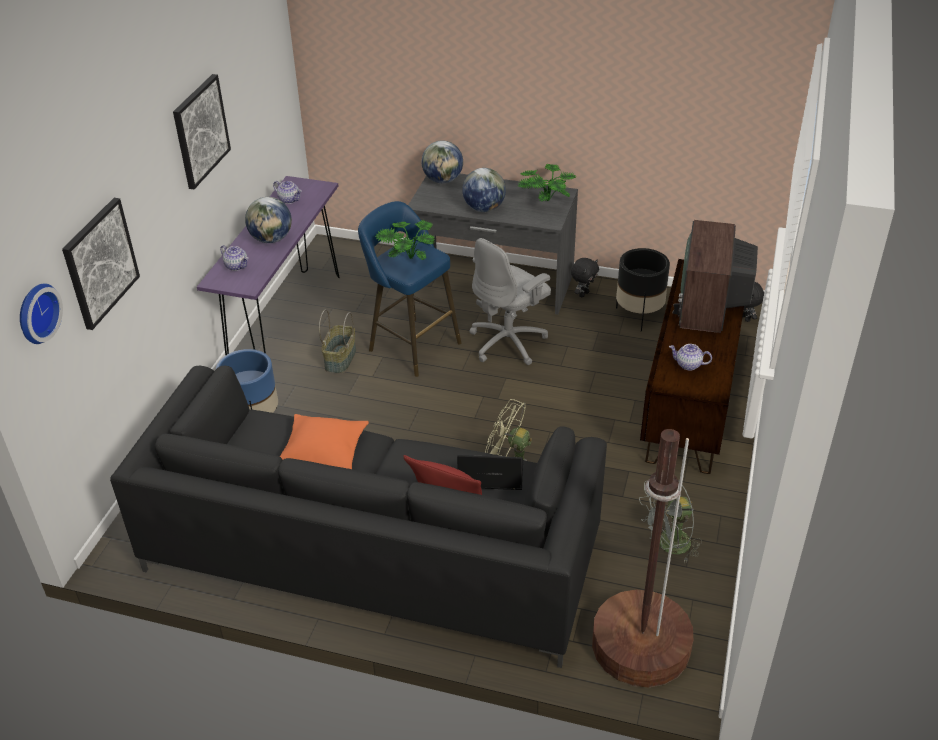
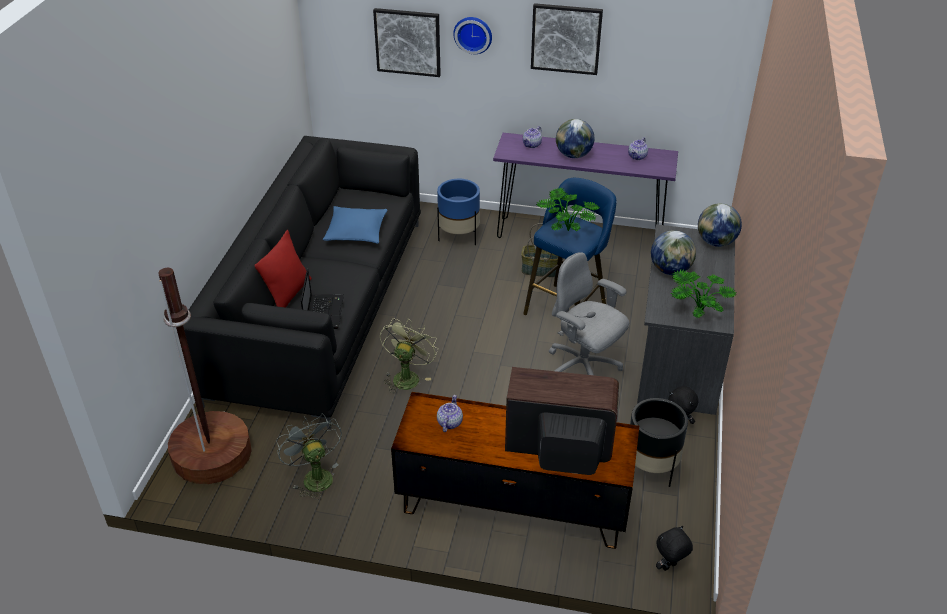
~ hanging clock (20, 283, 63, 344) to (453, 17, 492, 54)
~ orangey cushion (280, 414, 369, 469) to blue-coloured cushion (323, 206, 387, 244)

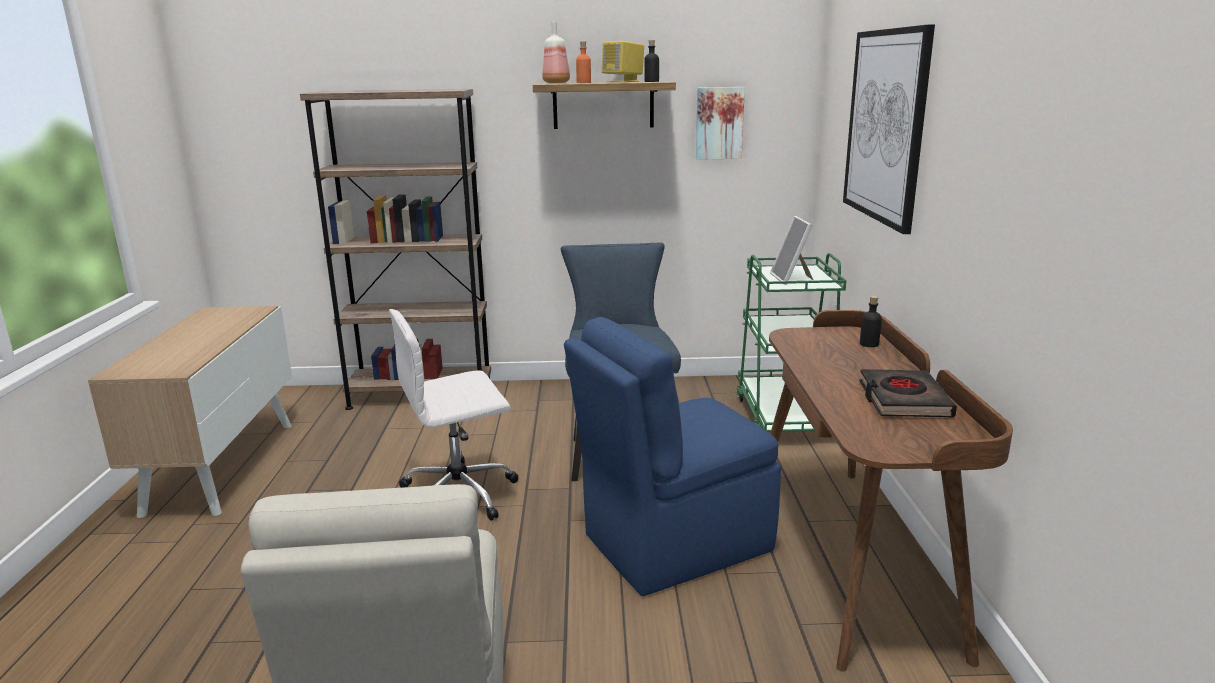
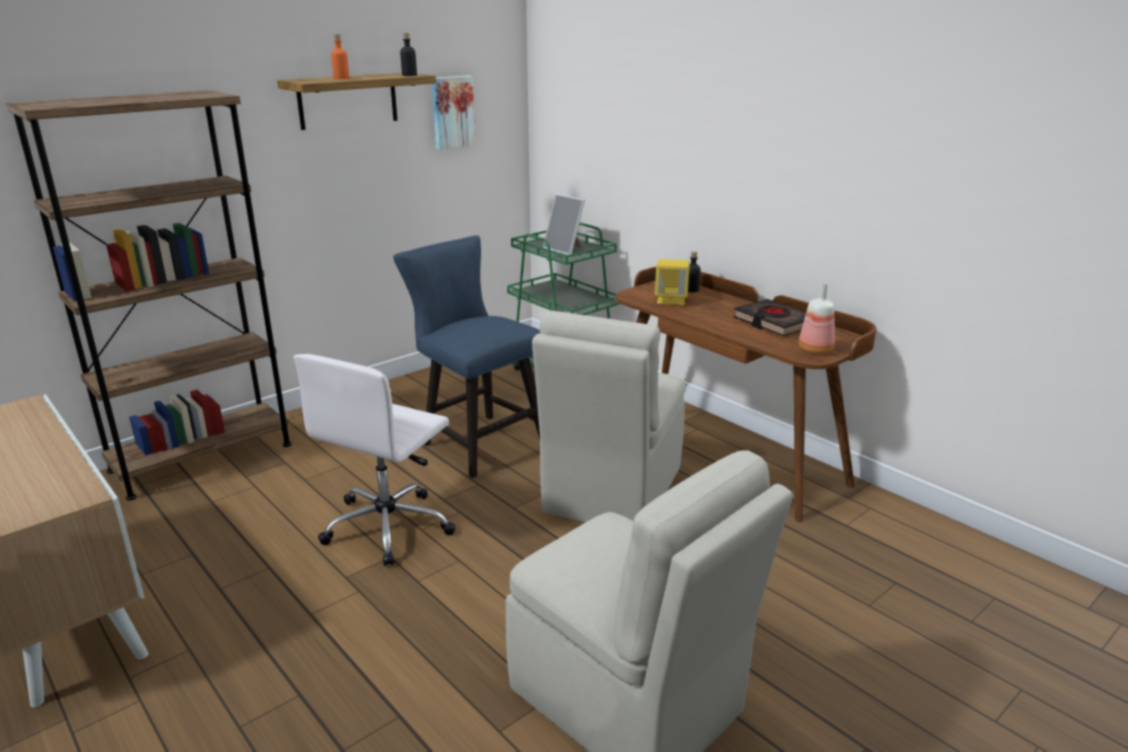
~ bottle (542, 22, 570, 83) to (799, 282, 835, 355)
~ blue-coloured upright chair (564, 317, 781, 596) to beige upright chair (532, 311, 685, 522)
~ yellowish audio speaker (602, 41, 644, 82) to (655, 259, 690, 305)
- wall art (843, 25, 935, 234)

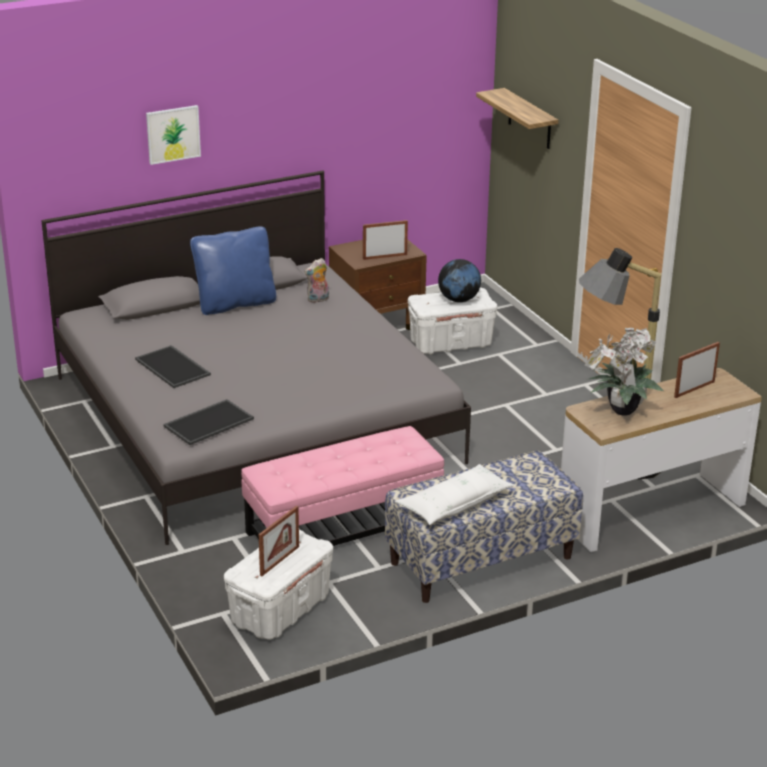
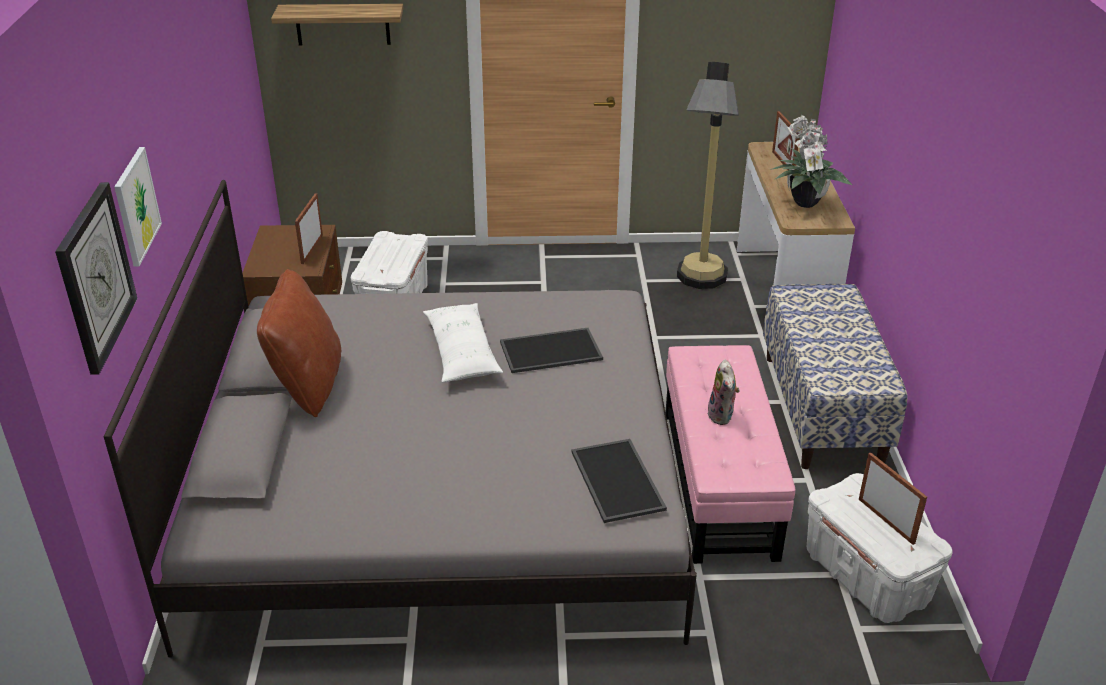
~ serving tray (135, 345, 211, 388) to (500, 328, 603, 373)
~ blue-coloured cushion (190, 226, 276, 315) to brown-coloured cushion (257, 269, 341, 417)
~ soft toy (304, 258, 329, 303) to (708, 360, 740, 425)
~ white-coloured cushion (395, 464, 514, 525) to (423, 303, 503, 382)
- globe (438, 259, 481, 302)
+ hanging clock (55, 182, 137, 375)

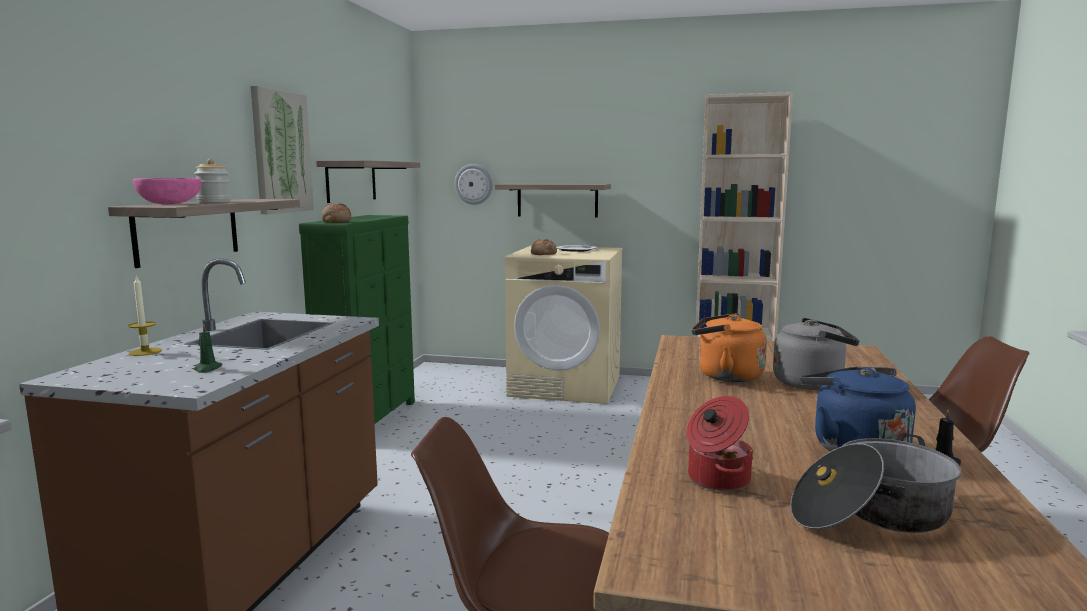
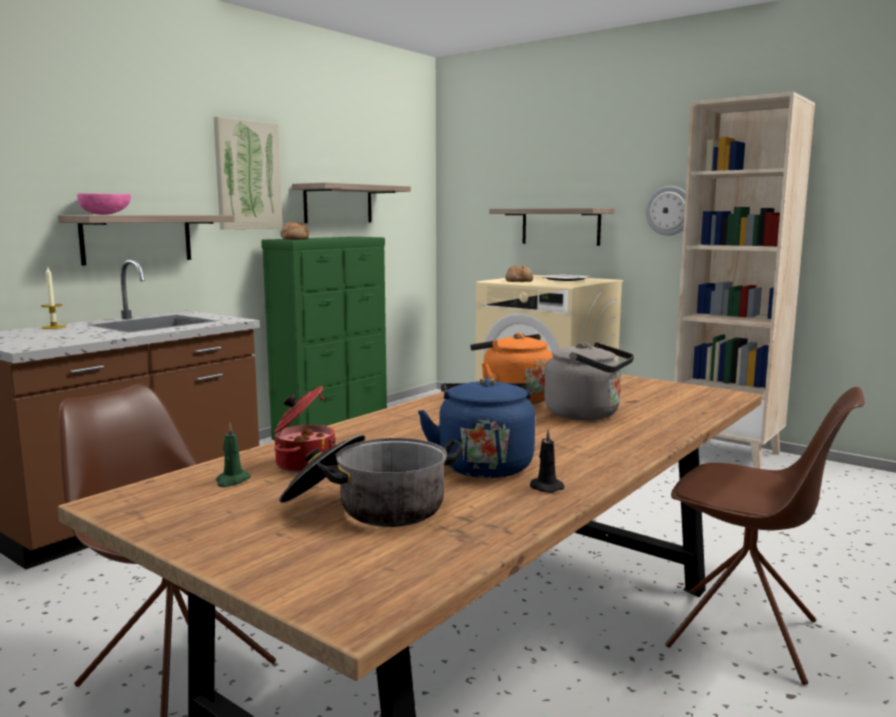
- storage jar (194, 159, 231, 202)
~ greenish candle (194, 323, 223, 373) to (216, 423, 251, 487)
~ hanging clock (455, 164, 493, 205) to (646, 186, 685, 236)

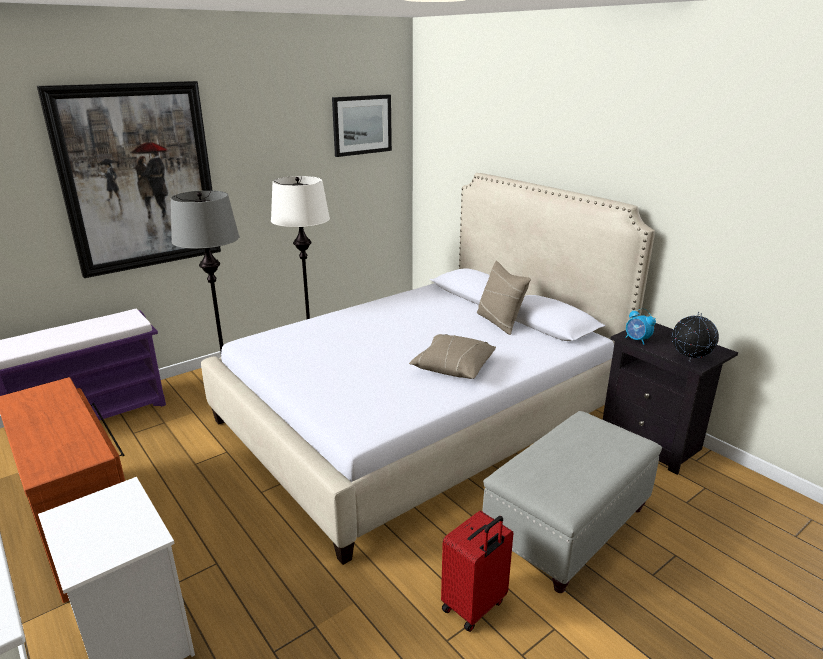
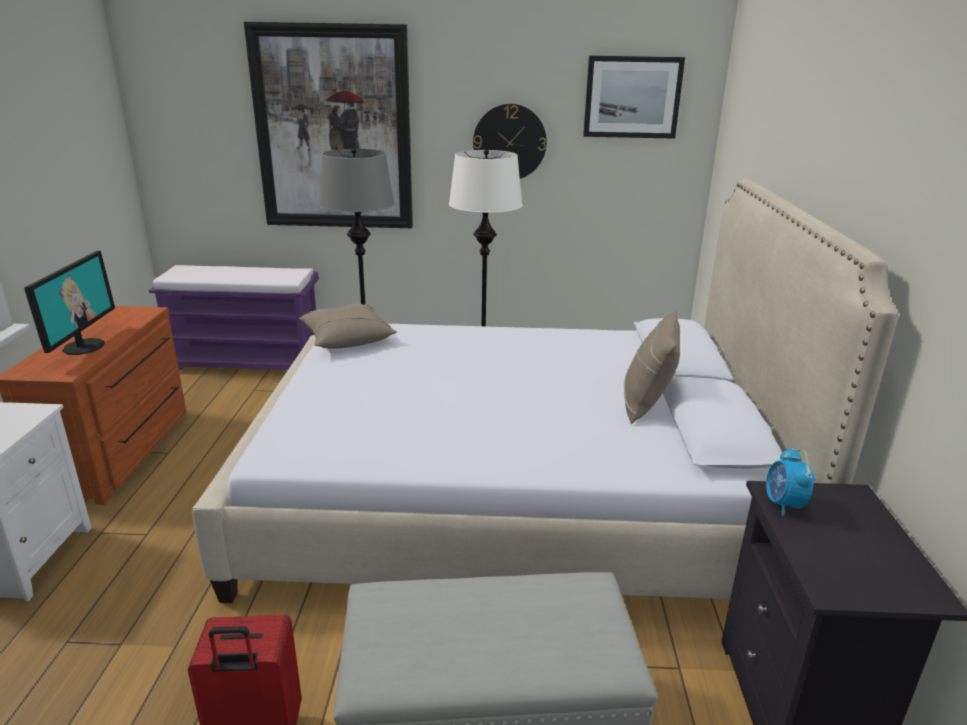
~ beige cushion (409, 334, 496, 379) to (299, 304, 397, 349)
- globe (672, 312, 719, 362)
+ computer display (24, 251, 115, 355)
+ hanging clock (473, 104, 547, 179)

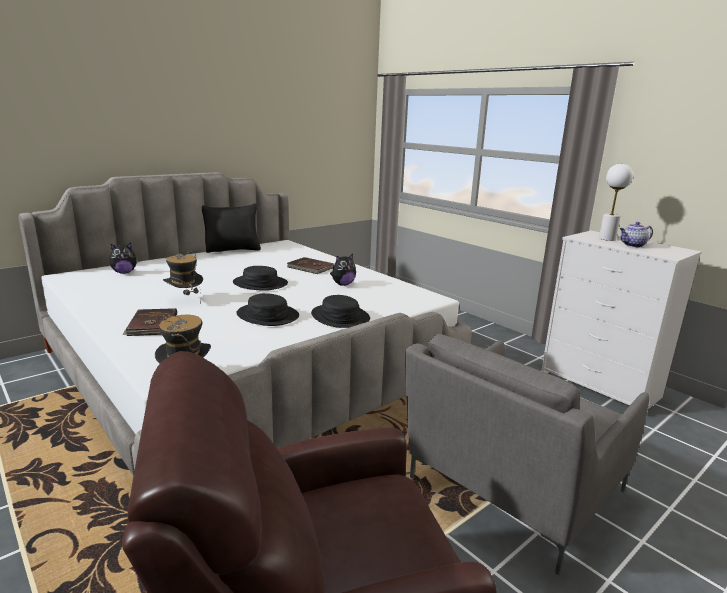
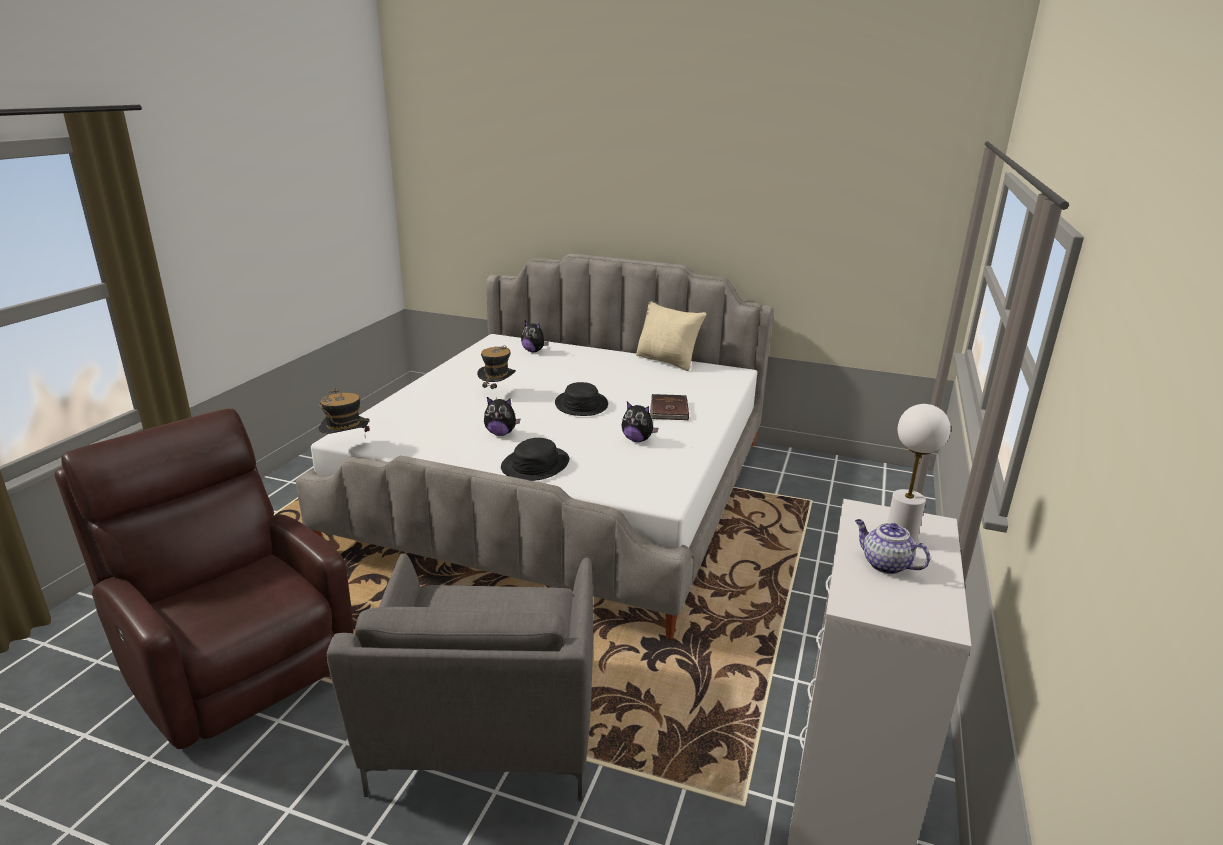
- brown-coloured bound book (122, 308, 177, 336)
~ blackish cushion (202, 203, 261, 253) to beige cushion (636, 301, 706, 371)
~ blackish wearable hat (236, 293, 299, 326) to soft toy (484, 397, 521, 436)
~ greyish armchair (405, 334, 649, 575) = (327, 554, 593, 801) 105 degrees counterclockwise

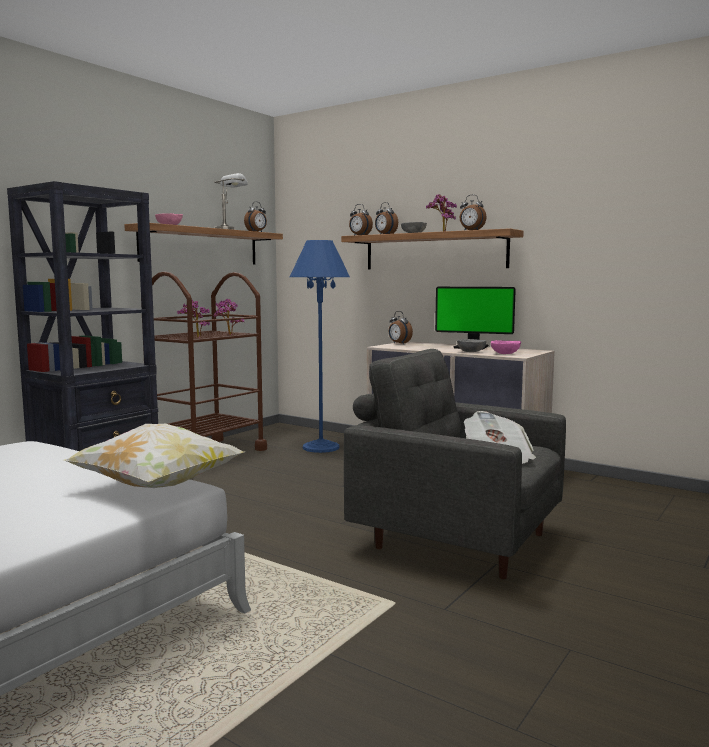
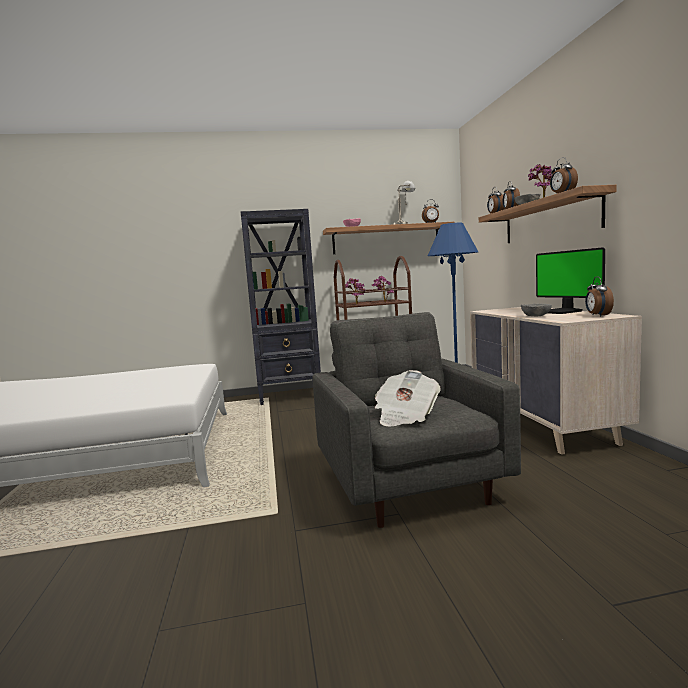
- cushion (63, 424, 244, 488)
~ table clock (389, 311, 413, 344) to (585, 277, 614, 316)
- pinkish bowl (491, 340, 521, 354)

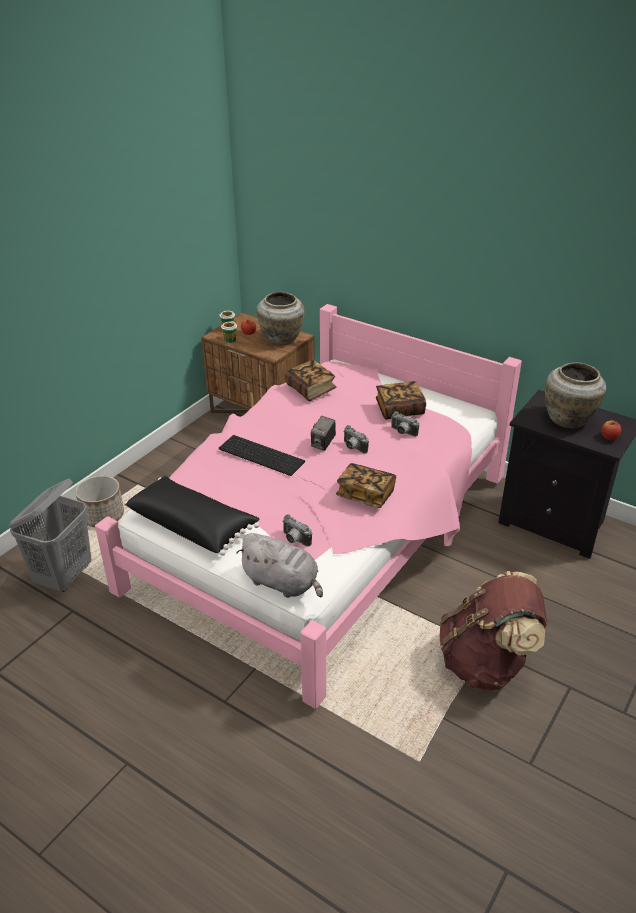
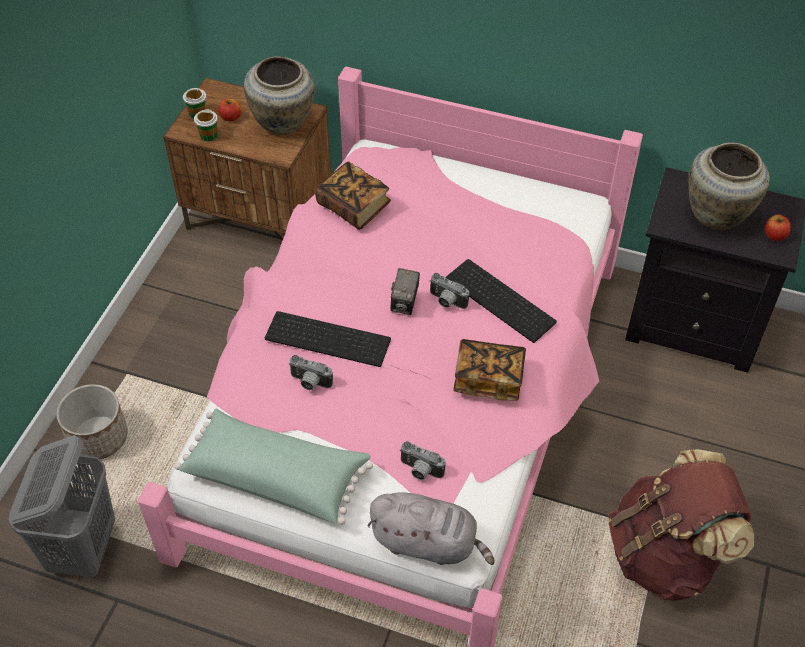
~ blackish cushion (124, 476, 260, 556) to greenish cushion (175, 409, 373, 525)
- bound book (376, 381, 426, 419)
~ photo camera (391, 411, 419, 437) to (289, 355, 333, 390)
+ keyboard (445, 259, 557, 343)

